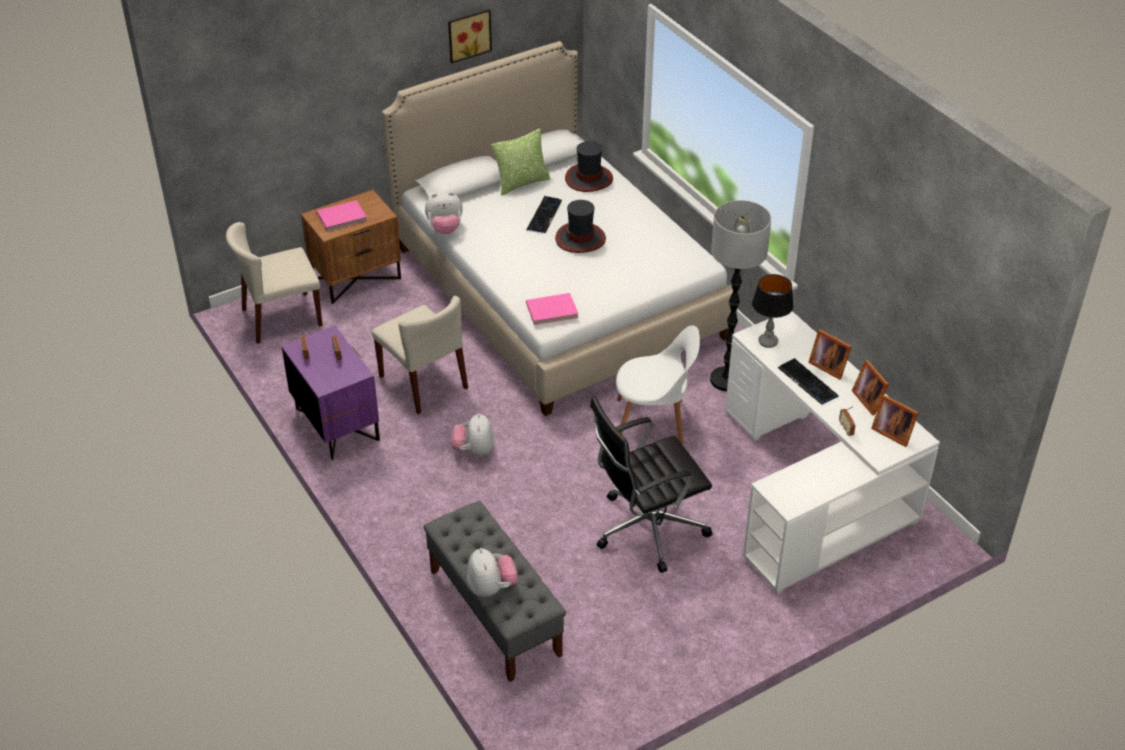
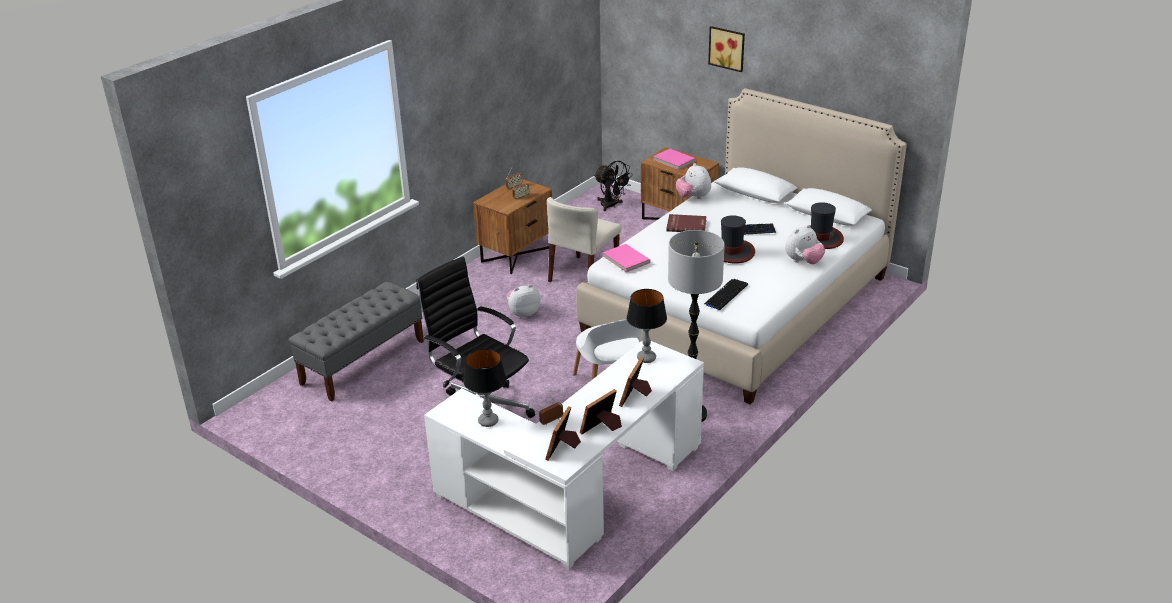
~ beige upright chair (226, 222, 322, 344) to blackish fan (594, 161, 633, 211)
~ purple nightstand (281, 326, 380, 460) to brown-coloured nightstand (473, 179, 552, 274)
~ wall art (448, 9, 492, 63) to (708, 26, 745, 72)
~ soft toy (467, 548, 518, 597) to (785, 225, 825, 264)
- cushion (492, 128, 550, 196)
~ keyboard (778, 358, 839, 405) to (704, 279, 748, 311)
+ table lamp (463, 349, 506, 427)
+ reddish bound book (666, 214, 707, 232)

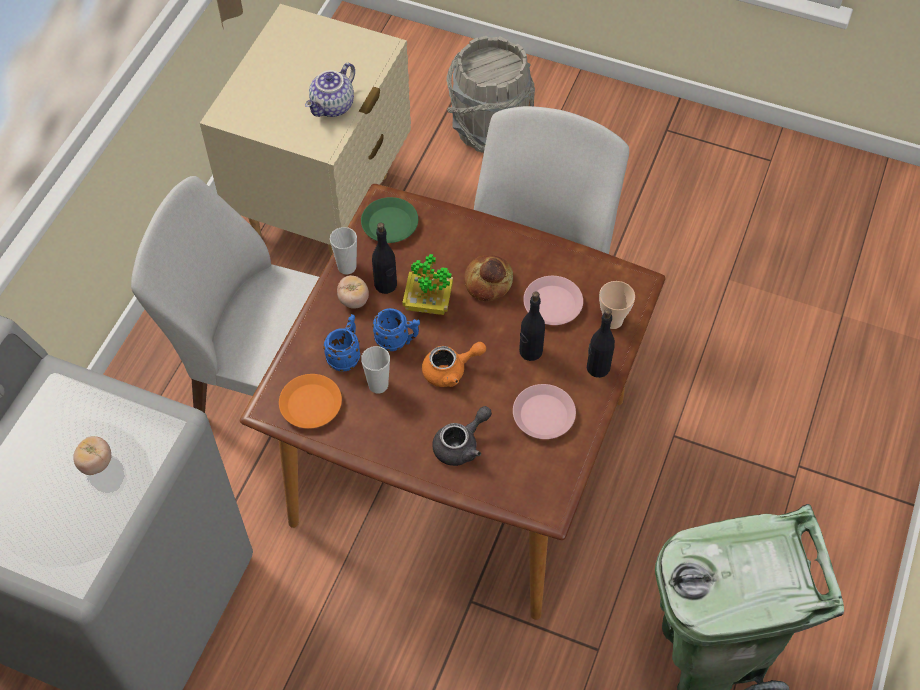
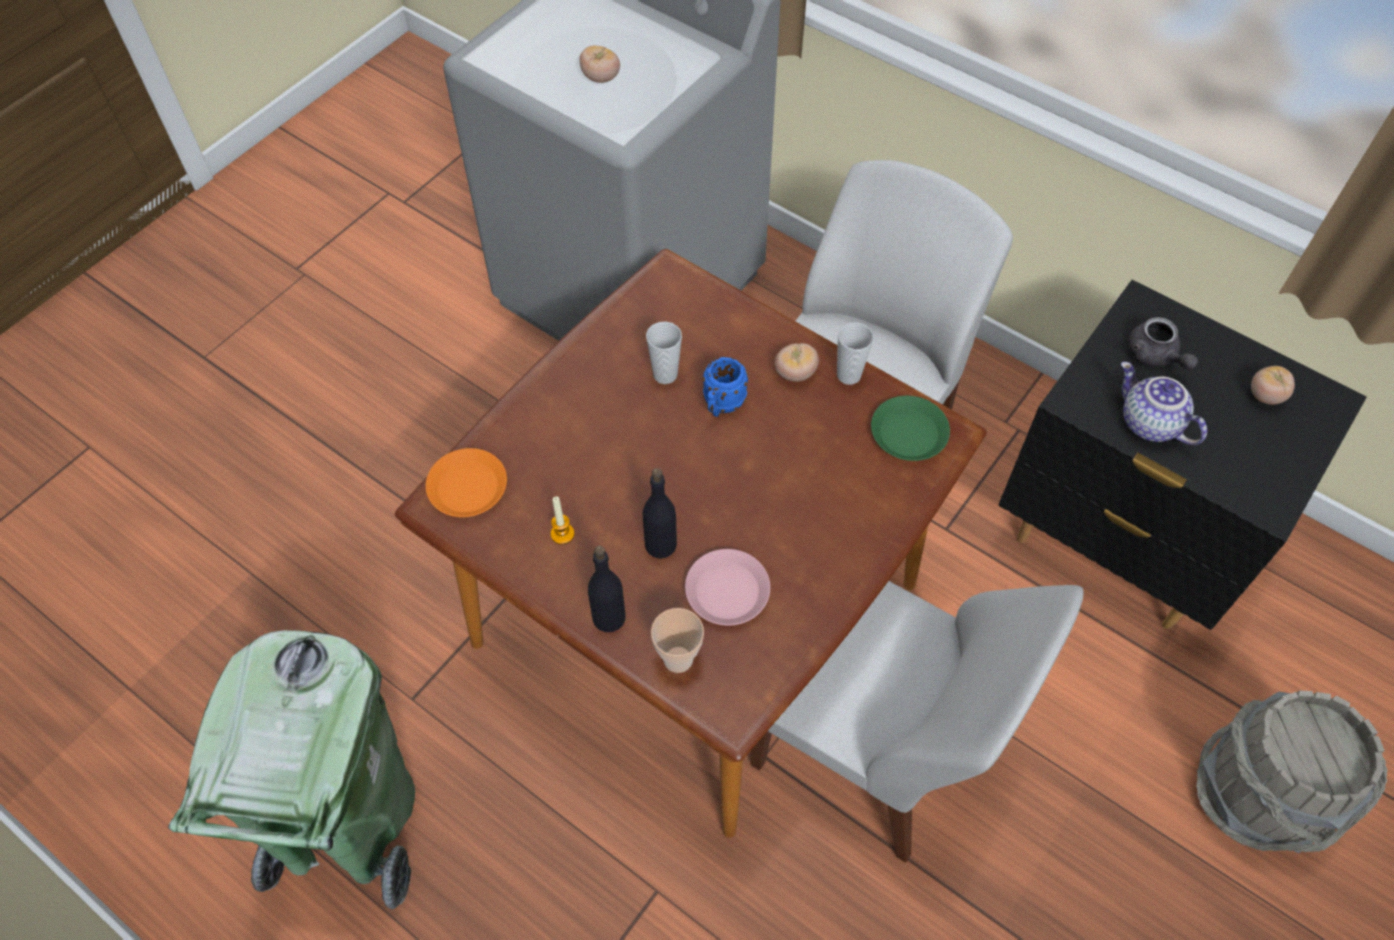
~ beige nightstand (200, 4, 411, 256) to blackish nightstand (999, 280, 1367, 630)
~ orangey plate (279, 374, 342, 429) to (426, 448, 507, 517)
- blue-coloured coffee mug (324, 314, 360, 372)
- blackish bottle (372, 222, 397, 294)
- plant in a pot (402, 254, 453, 315)
- orangey teapot (422, 342, 486, 387)
~ greyish teapot (432, 406, 492, 466) to (1128, 317, 1198, 370)
- bakery bread (464, 255, 513, 301)
~ pinkish plate (513, 384, 576, 439) to candle (551, 496, 575, 544)
+ tomato (1251, 366, 1295, 405)

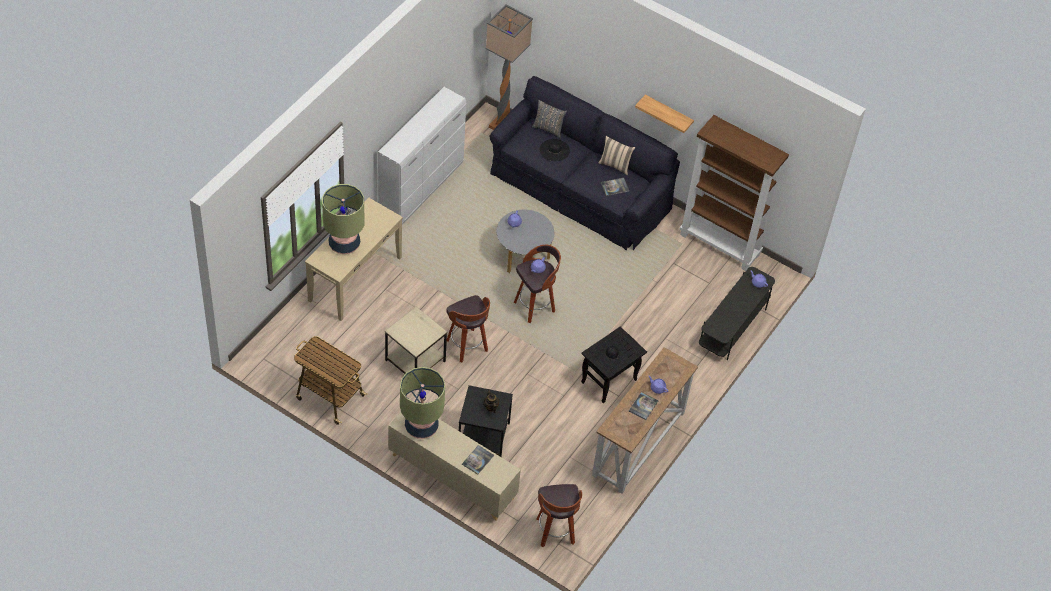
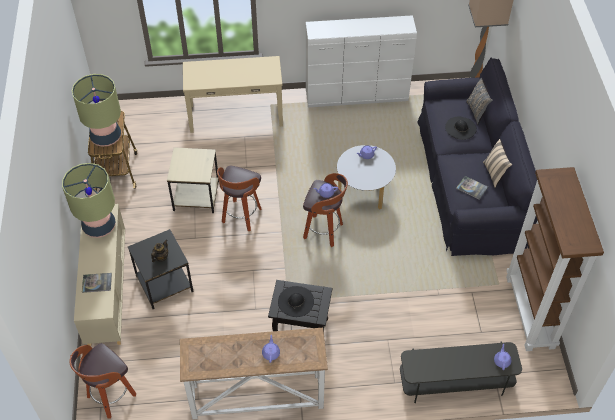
~ table lamp (322, 184, 364, 254) to (72, 74, 121, 146)
- bound book (629, 392, 659, 420)
- shelf (635, 95, 694, 133)

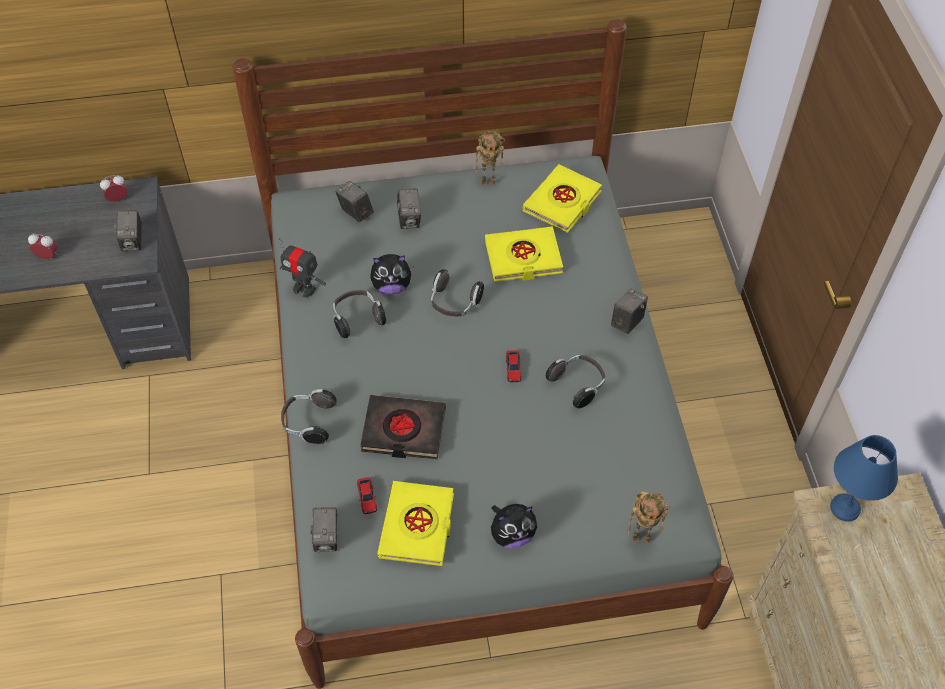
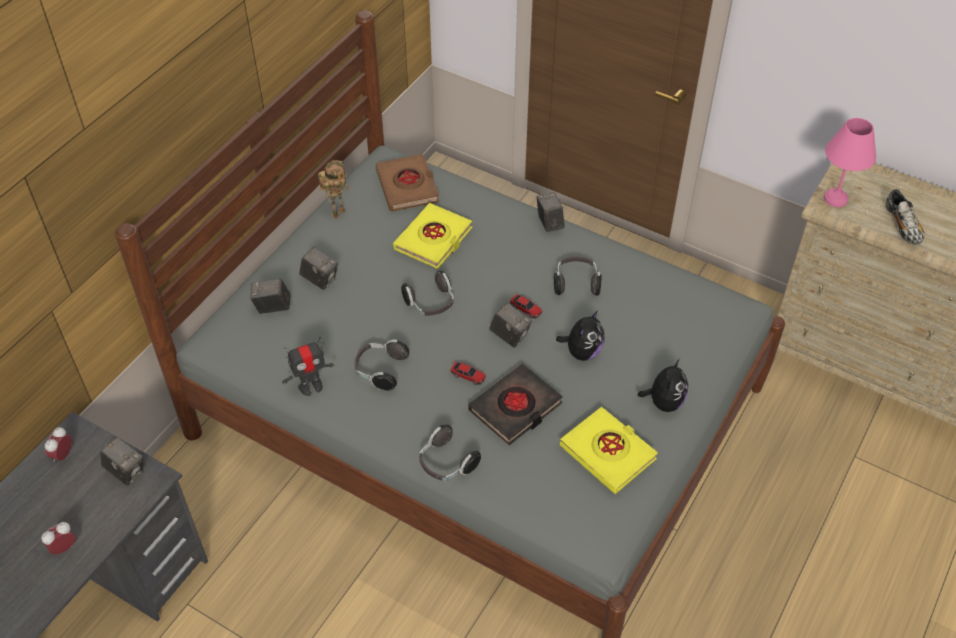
~ photo camera (310, 507, 337, 553) to (489, 303, 532, 348)
~ miniature car (357, 477, 377, 514) to (450, 362, 486, 385)
~ soft toy (370, 254, 414, 294) to (556, 310, 604, 361)
~ yellowish bound book (523, 164, 602, 233) to brown-coloured bound book (375, 154, 439, 212)
- model robot (628, 492, 670, 543)
~ blue-coloured table lamp (830, 435, 898, 522) to pinkish table lamp (824, 118, 876, 207)
+ item of footwear (885, 189, 924, 245)

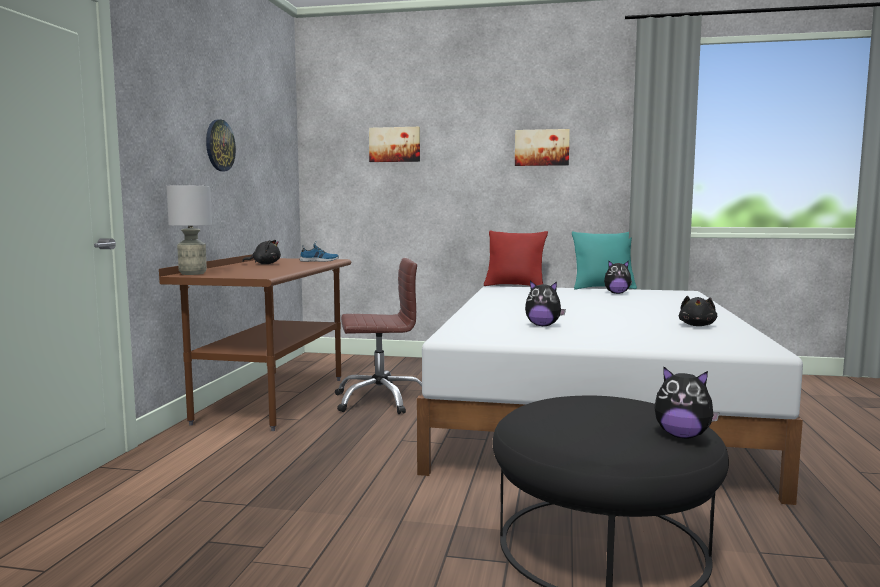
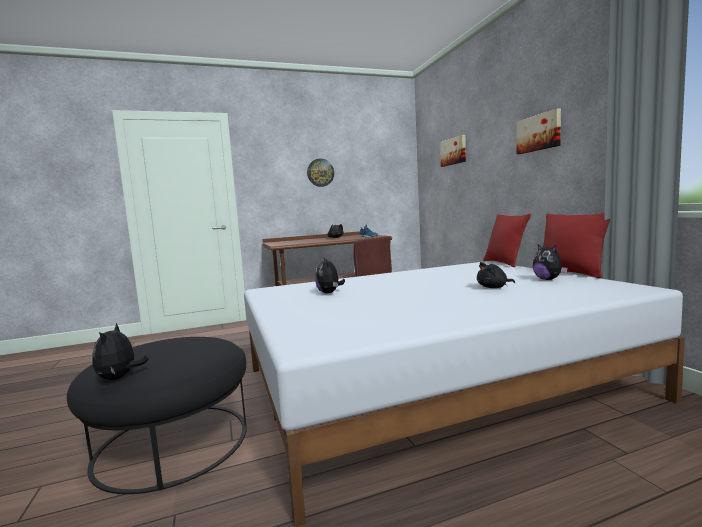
- greyish table lamp (166, 185, 212, 275)
~ blue-green cushion (572, 232, 637, 289) to reddish cushion (543, 213, 610, 278)
~ blackish soft toy (679, 296, 717, 326) to (477, 262, 515, 288)

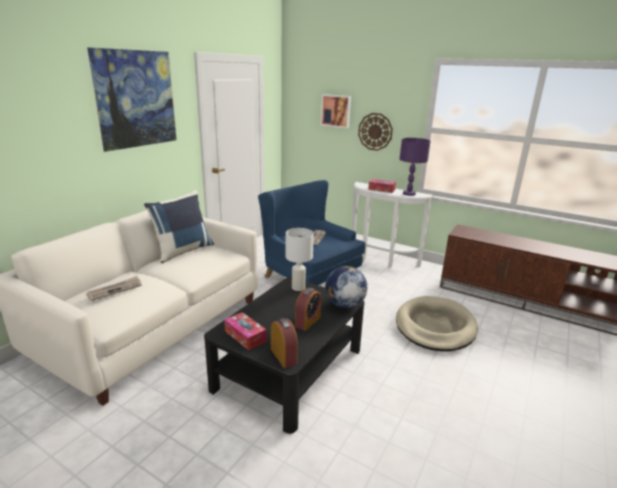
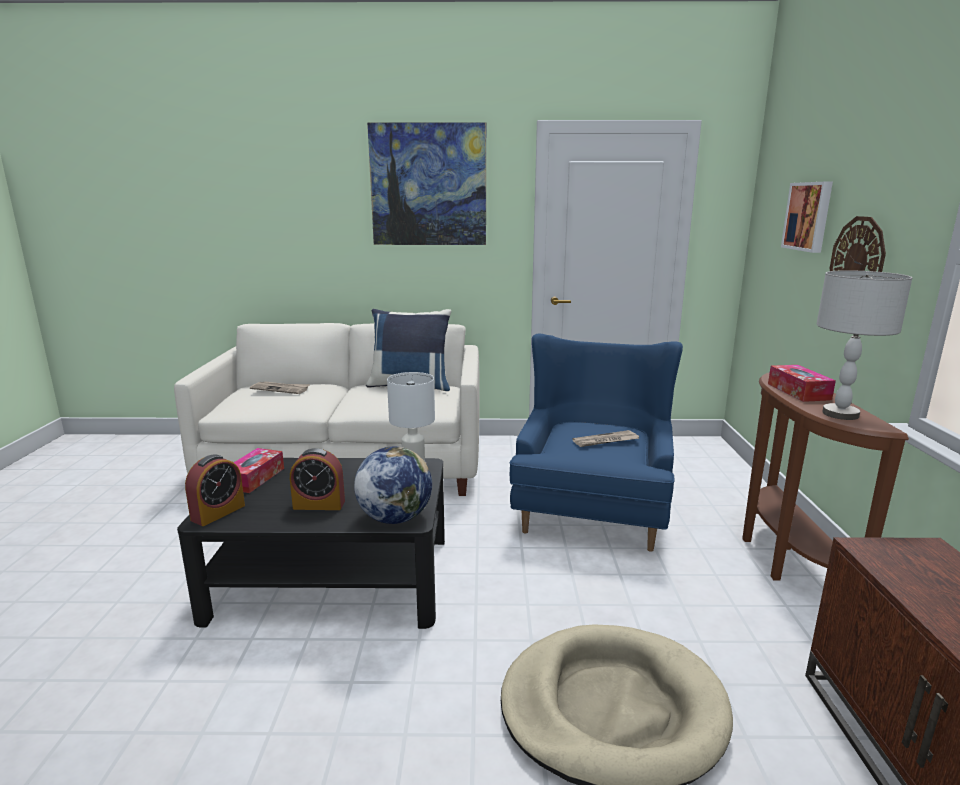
~ white-coloured console table (352, 182, 433, 268) to brown-coloured console table (742, 372, 909, 580)
~ purple table lamp (400, 138, 431, 196) to greyish table lamp (816, 270, 912, 420)

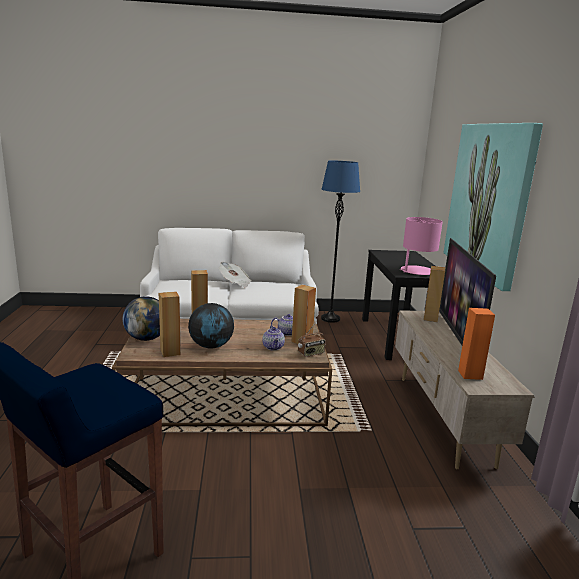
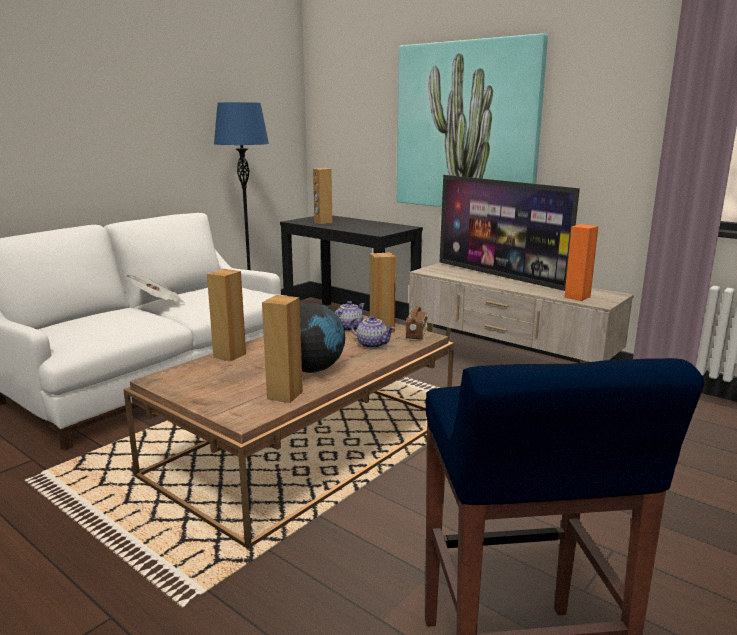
- globe (123, 296, 160, 341)
- pinkish table lamp (401, 217, 443, 275)
~ brown-coloured audio speaker (424, 266, 445, 322) to (313, 168, 333, 224)

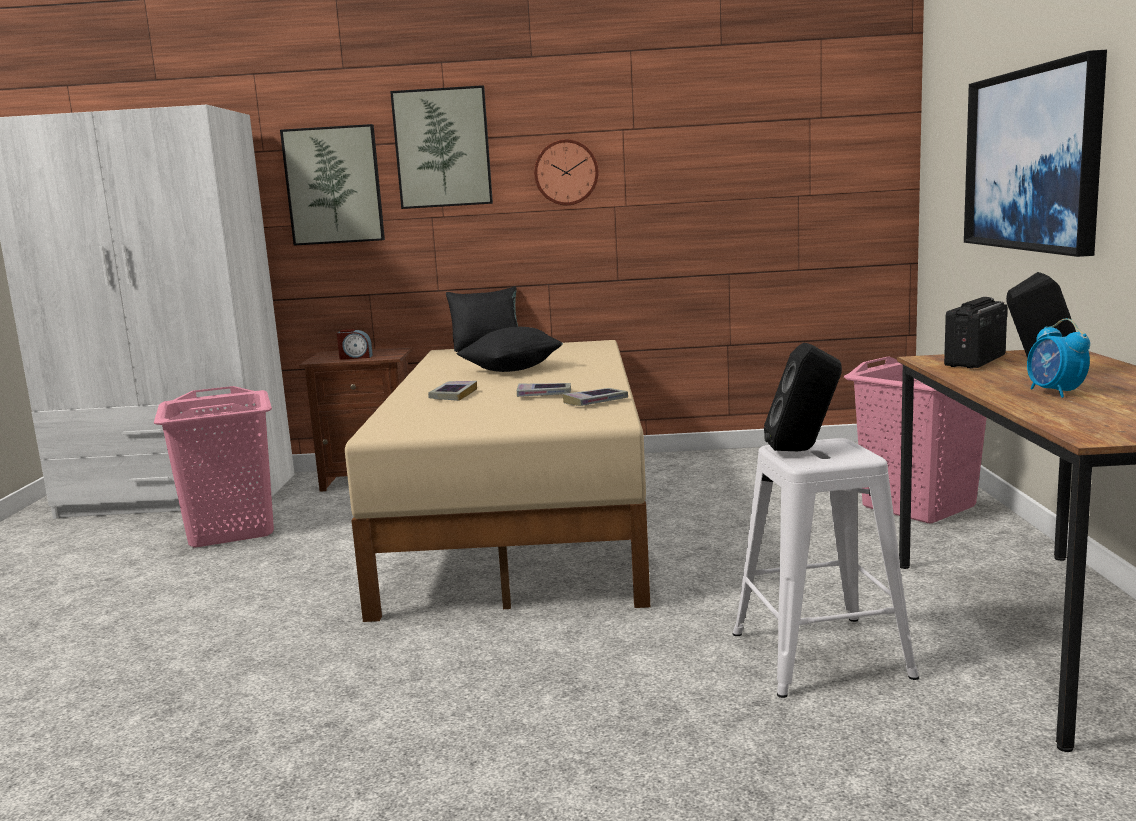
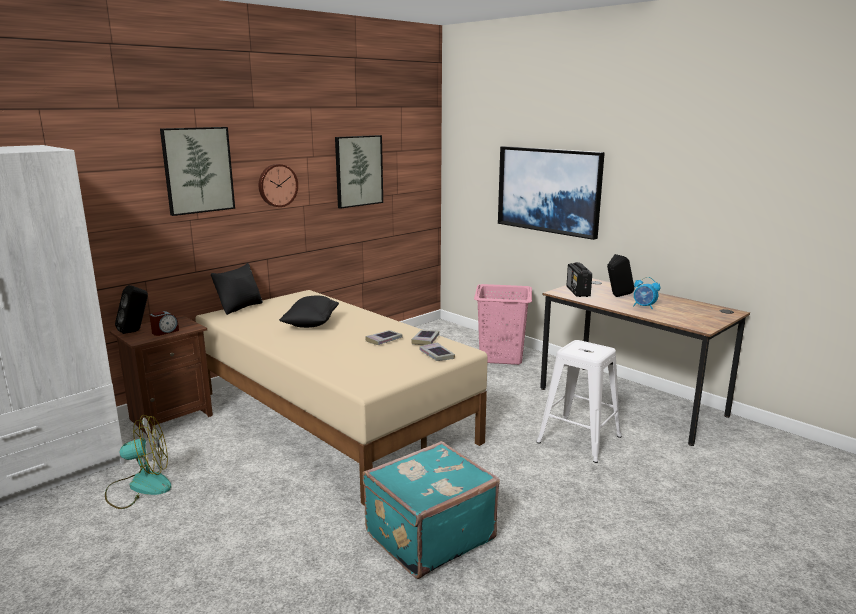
~ pinkish washing basket (154, 386, 274, 548) to fan (105, 415, 172, 509)
~ wall art (280, 124, 385, 246) to (335, 135, 383, 209)
~ bound book (428, 381, 477, 401) to (419, 342, 455, 361)
~ blackish audio speaker (764, 343, 842, 451) to (115, 285, 148, 334)
+ blue-green piece of luggage (363, 441, 500, 579)

